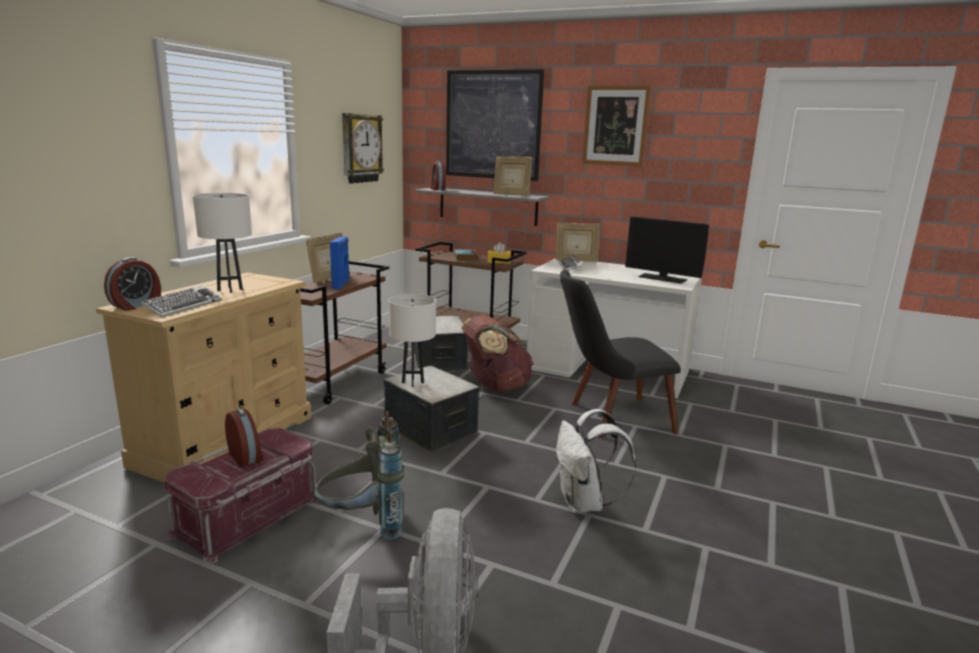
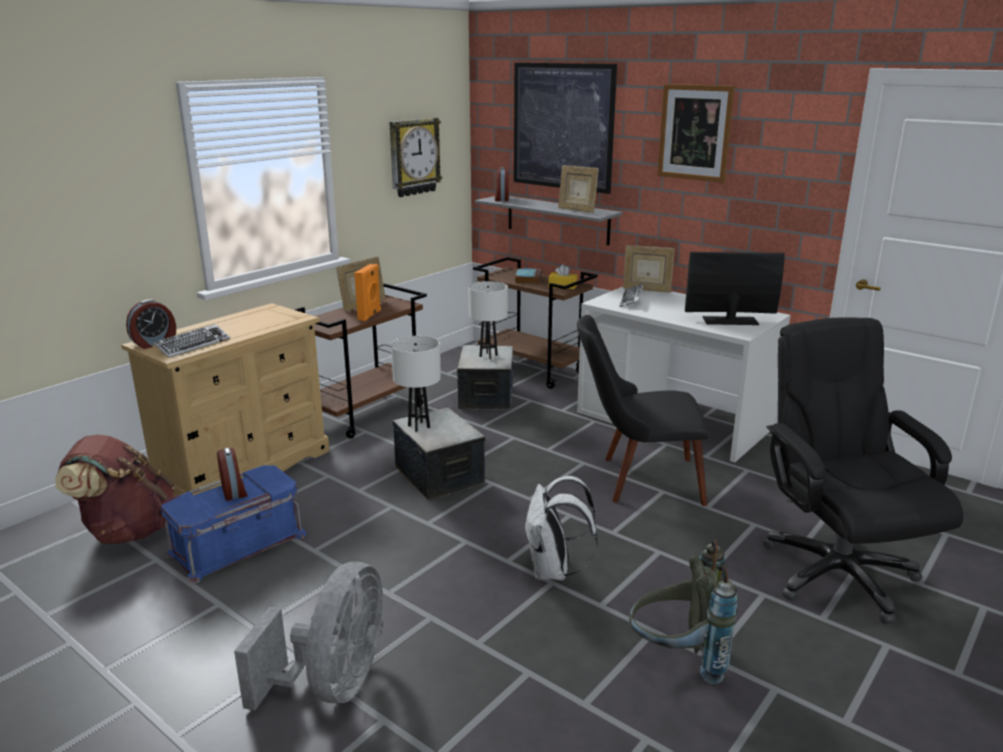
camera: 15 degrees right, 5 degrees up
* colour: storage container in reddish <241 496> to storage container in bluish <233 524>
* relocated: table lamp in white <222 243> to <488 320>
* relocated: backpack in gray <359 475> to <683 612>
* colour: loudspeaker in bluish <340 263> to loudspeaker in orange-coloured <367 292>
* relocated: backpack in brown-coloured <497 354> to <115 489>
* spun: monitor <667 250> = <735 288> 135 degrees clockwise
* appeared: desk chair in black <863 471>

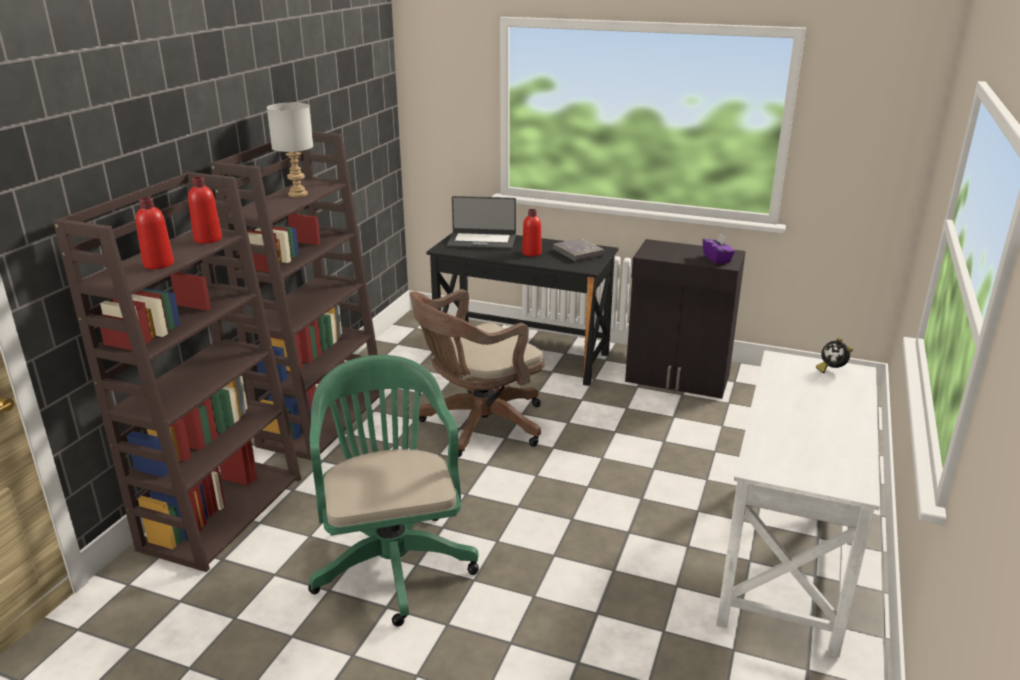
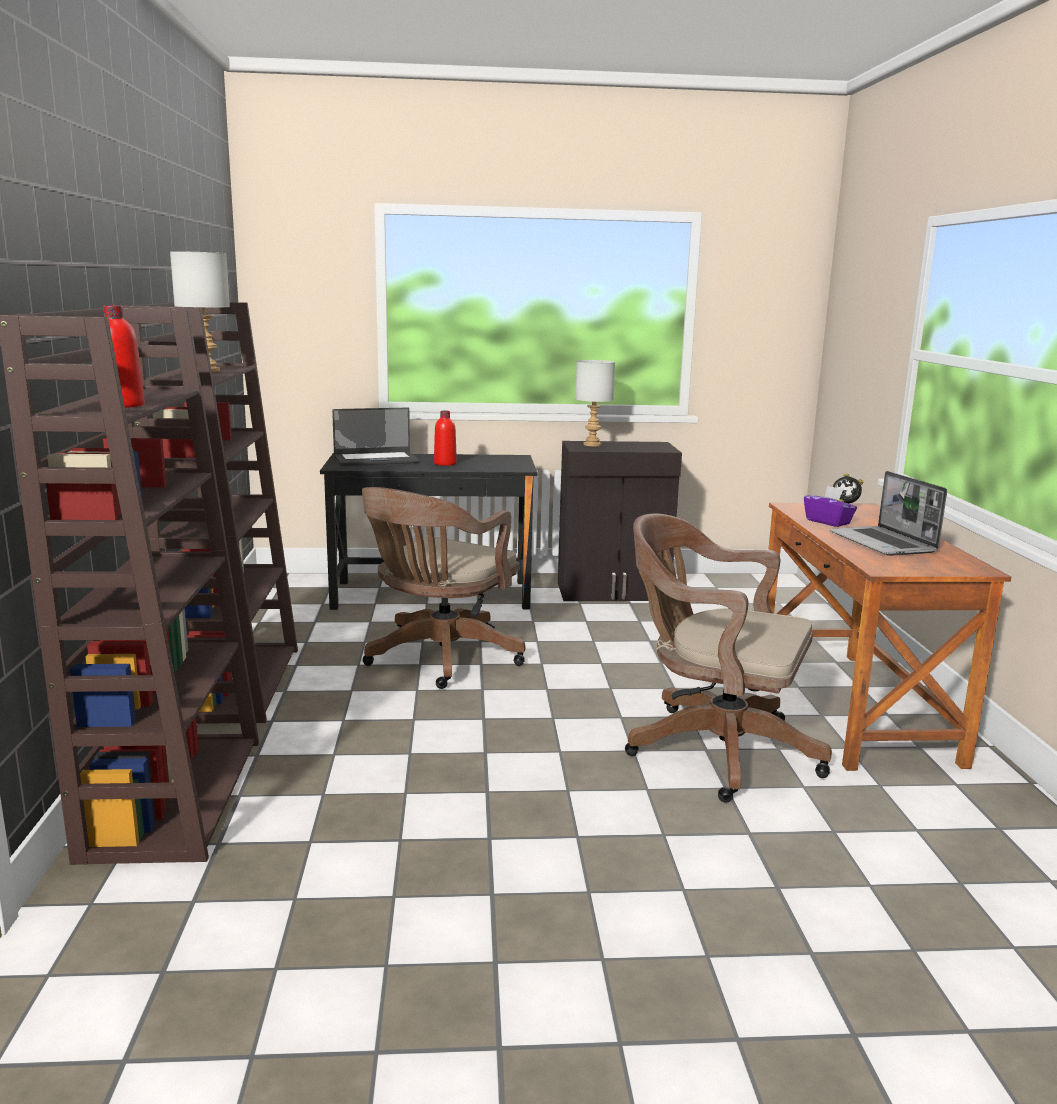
camera: 25 degrees left, 10 degrees down
* missing: beverage bottle in reddish <205 210>
* missing: desk chair in green <393 491>
* missing: book in gray <578 249>
* relocated: box of tissues in purple-coloured <719 248> to <830 506>
* colour: desk in white <798 504> to desk in brown-coloured <888 637>
* appeared: table lamp in gray <595 403>
* appeared: desk chair in brown-coloured <728 658>
* appeared: portable computer <888 513>

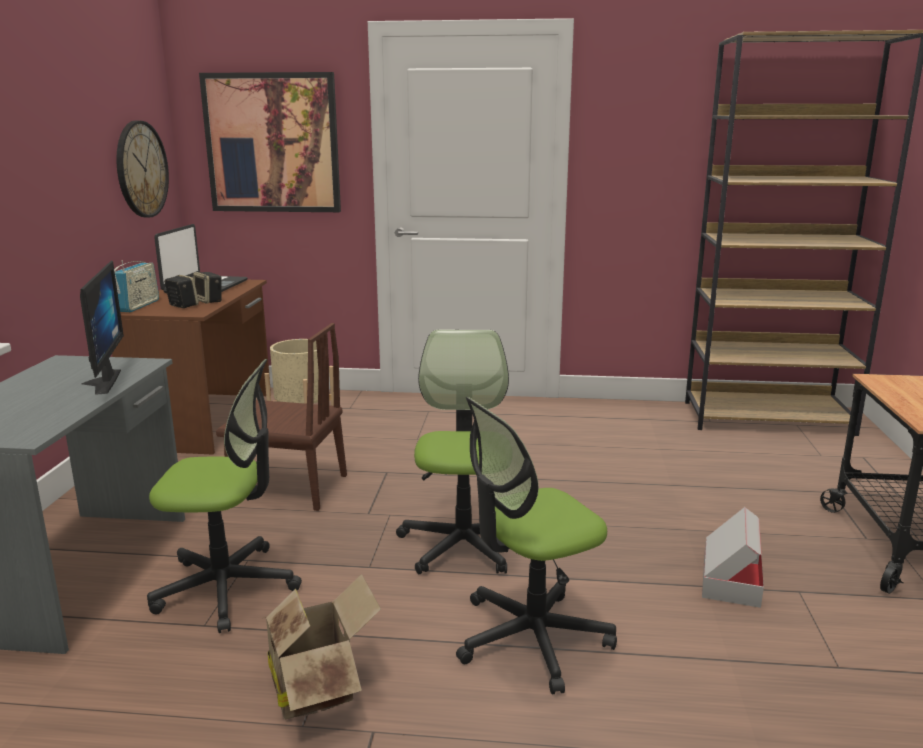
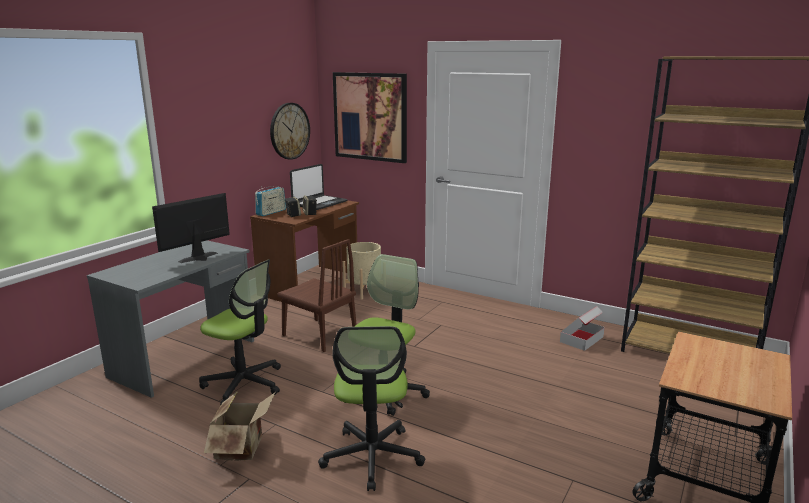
camera: 25 degrees right, 0 degrees up
* spun: monitor <102 328> = <191 228> 150 degrees counterclockwise
* spun: desk chair <536 545> = <372 408> 90 degrees counterclockwise
* relocated: carton <733 557> to <582 328>

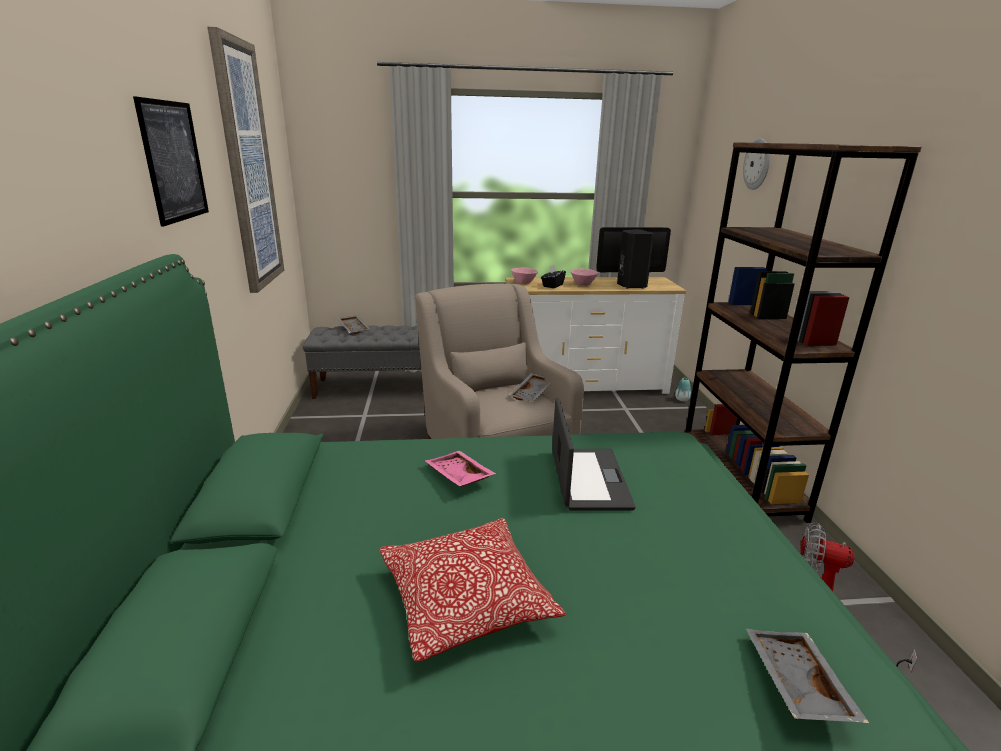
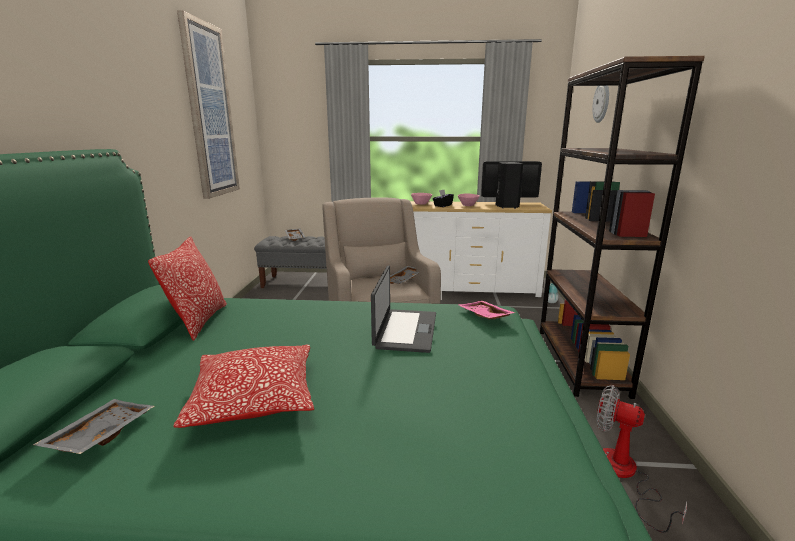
camera: 10 degrees right, 5 degrees down
* missing: wall art <171 161>
* relocated: tray in pink-coloured <460 468> to <486 310>
* relocated: tray in gray <807 676> to <94 426>
* appeared: pillow <187 289>

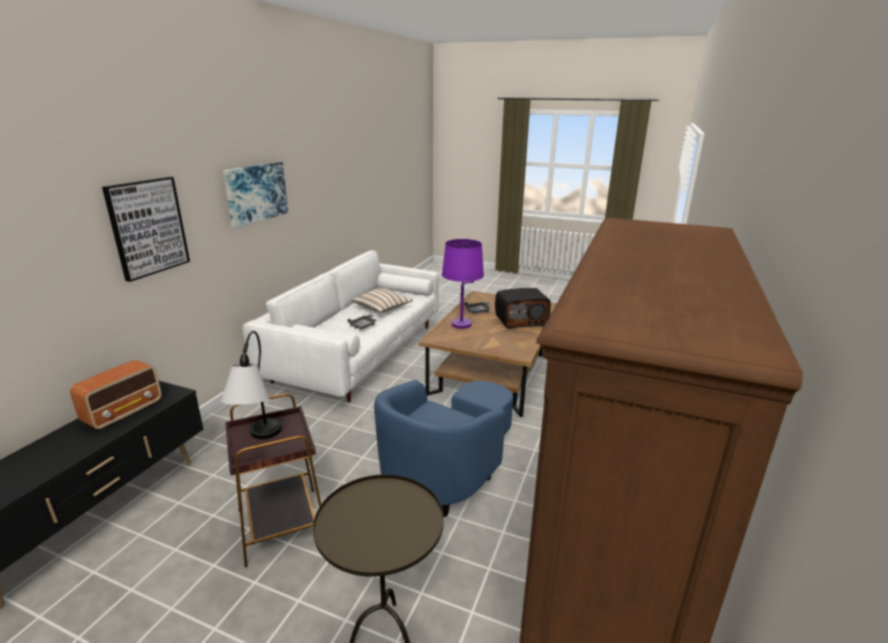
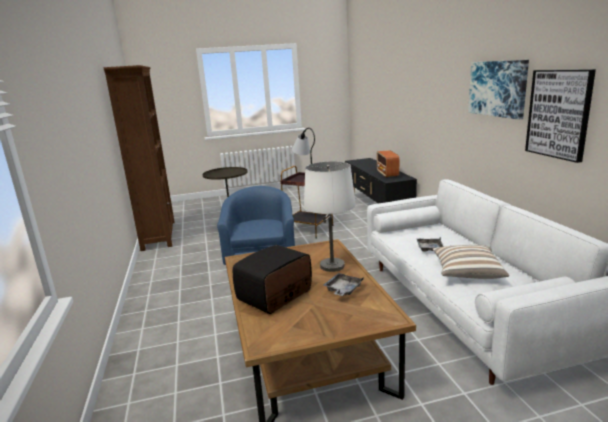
camera: 145 degrees right, 5 degrees down
* relocated: wall art <146 229> to <560 116>
* colour: table lamp in purple-coloured <463 284> to table lamp in white <330 216>

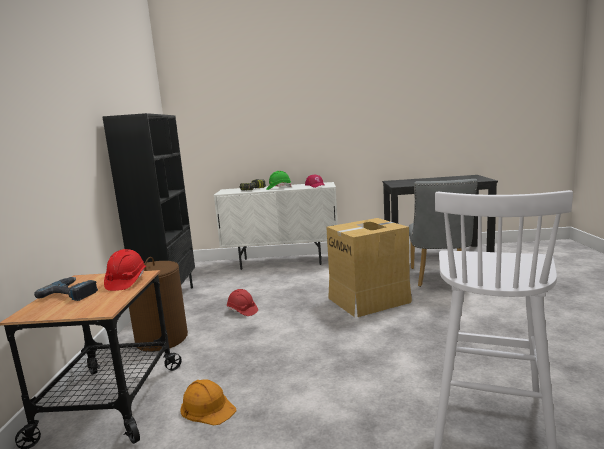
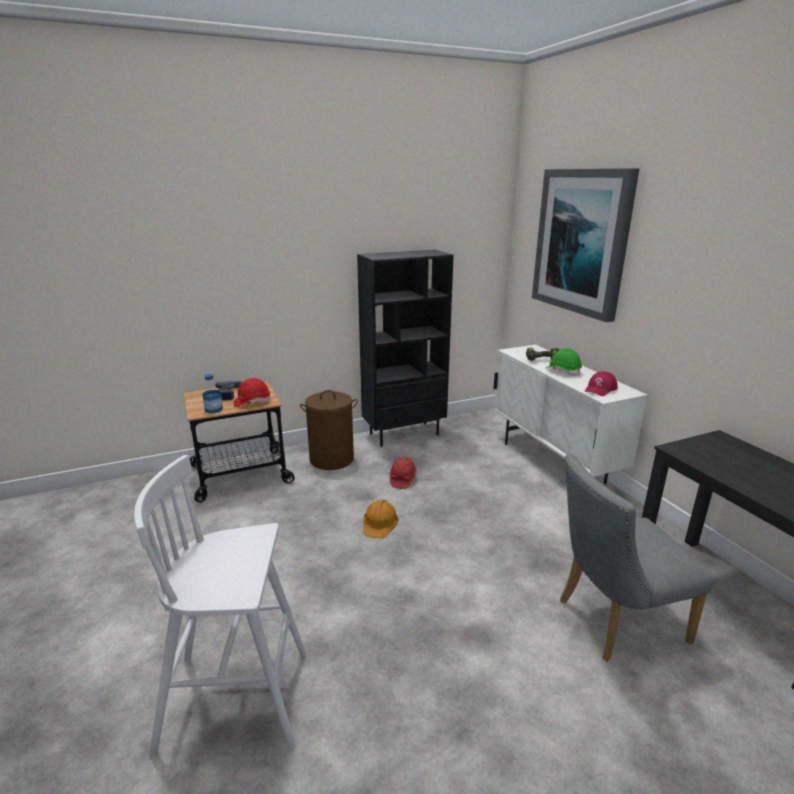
camera: 65 degrees right, 10 degrees up
* relocated: hard hat in orange-coloured <208 402> to <381 519>
* missing: carton <369 267>
* appeared: beverage bottle <212 393>
* appeared: wall art <585 245>

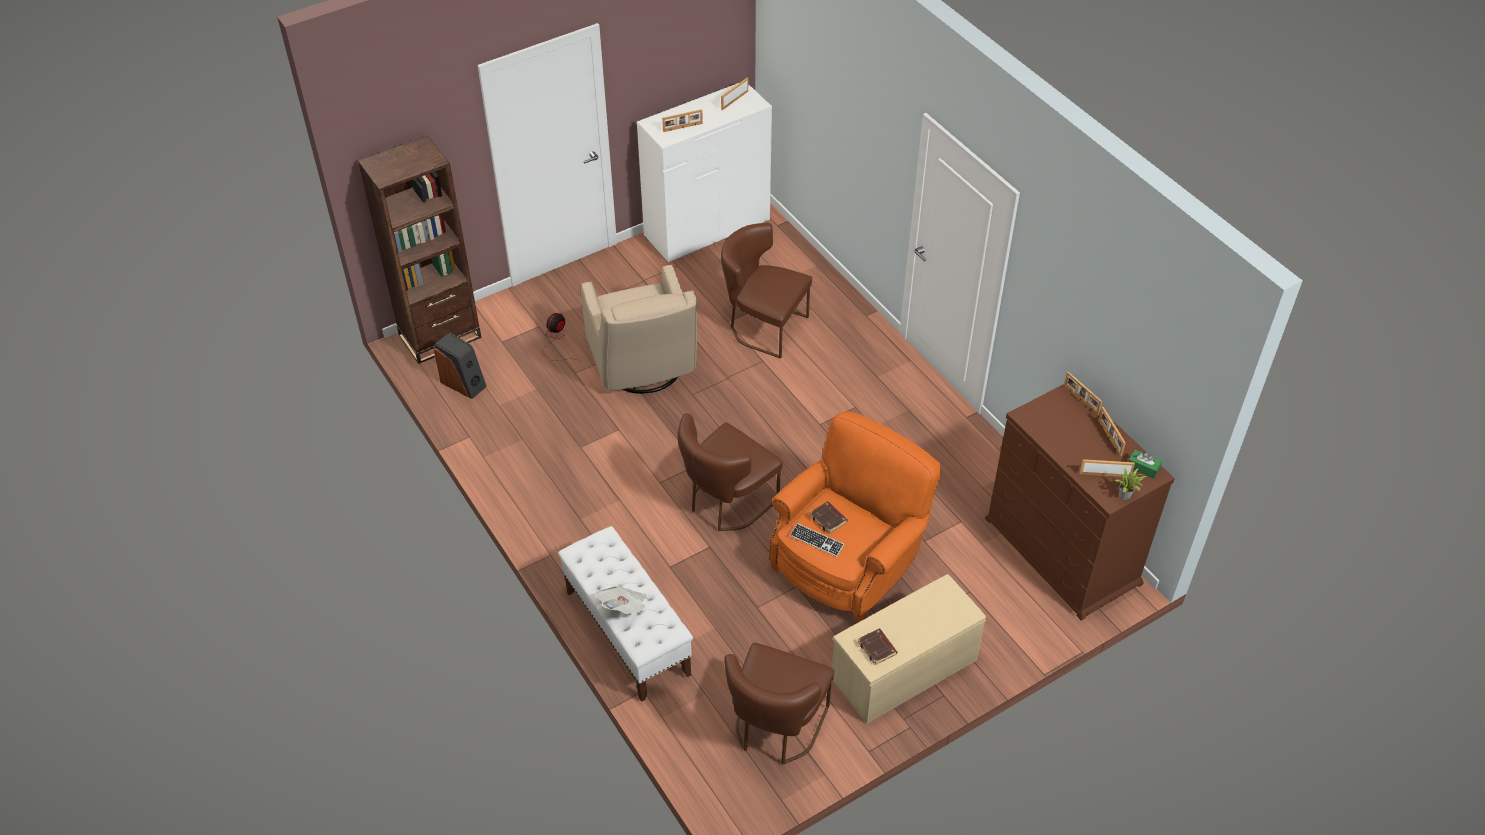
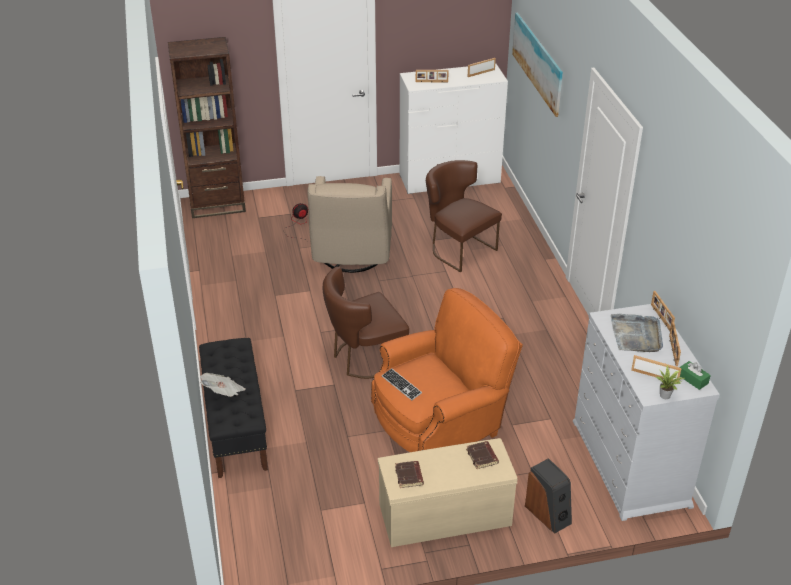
camera: 20 degrees right, 10 degrees down
* relocated: loudspeaker <460 365> to <548 496>
* colour: long seat in white <625 614> to long seat in black <233 408>
* missing: chair in brown-coloured <779 704>
* relocated: book in brown-coloured <828 517> to <482 455>
* colour: dresser in brown-coloured <1080 502> to dresser in white <646 412>
* appeared: wall art <537 65>
* appeared: tray in gray <637 333>

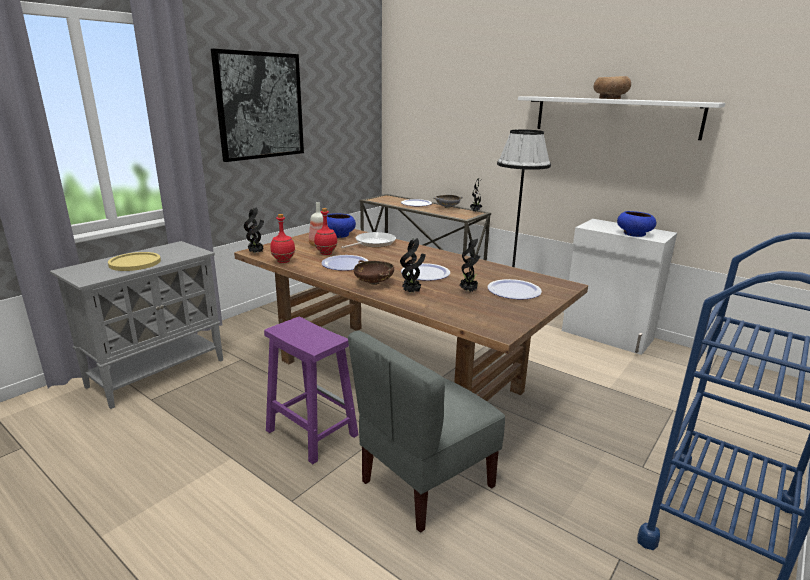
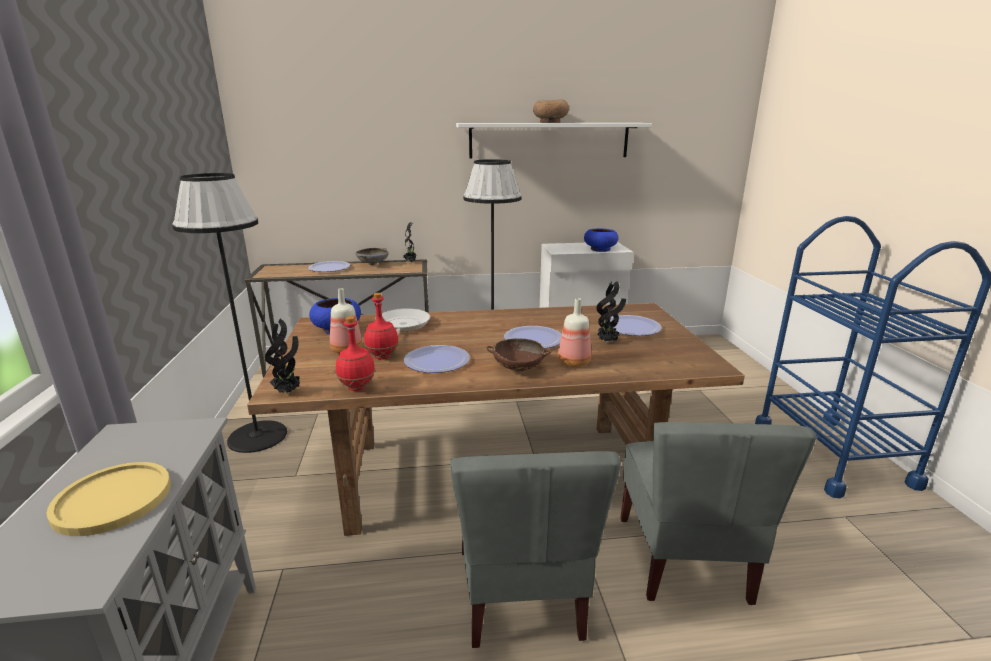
camera: 45 degrees left, 0 degrees up
* missing: wall art <257 105>
* exchanged: sitting stool in purple-coloured <311 390> to chair in gray <535 549>
* exchanged: plant in a pot <413 265> to beverage bottle <574 332>
* appeared: floor lamp in black <229 313>

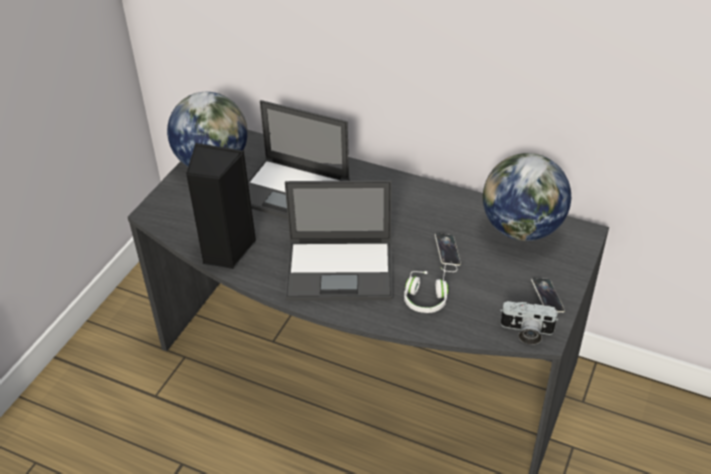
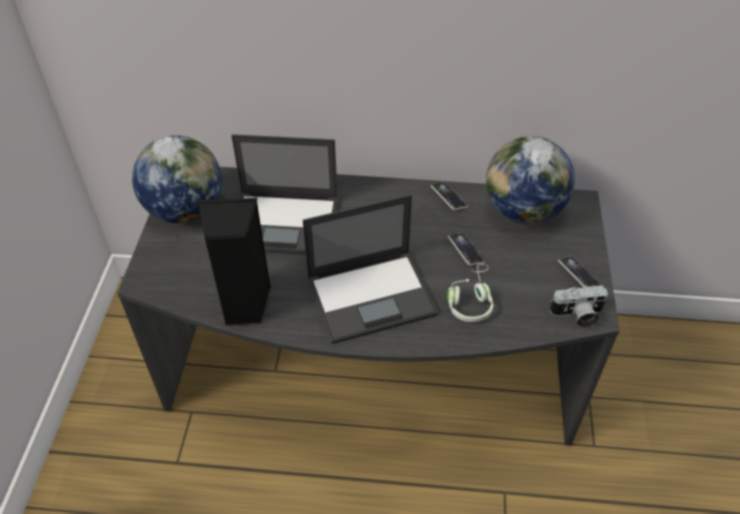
camera: 20 degrees left, 5 degrees up
* appeared: handset <449 196>

